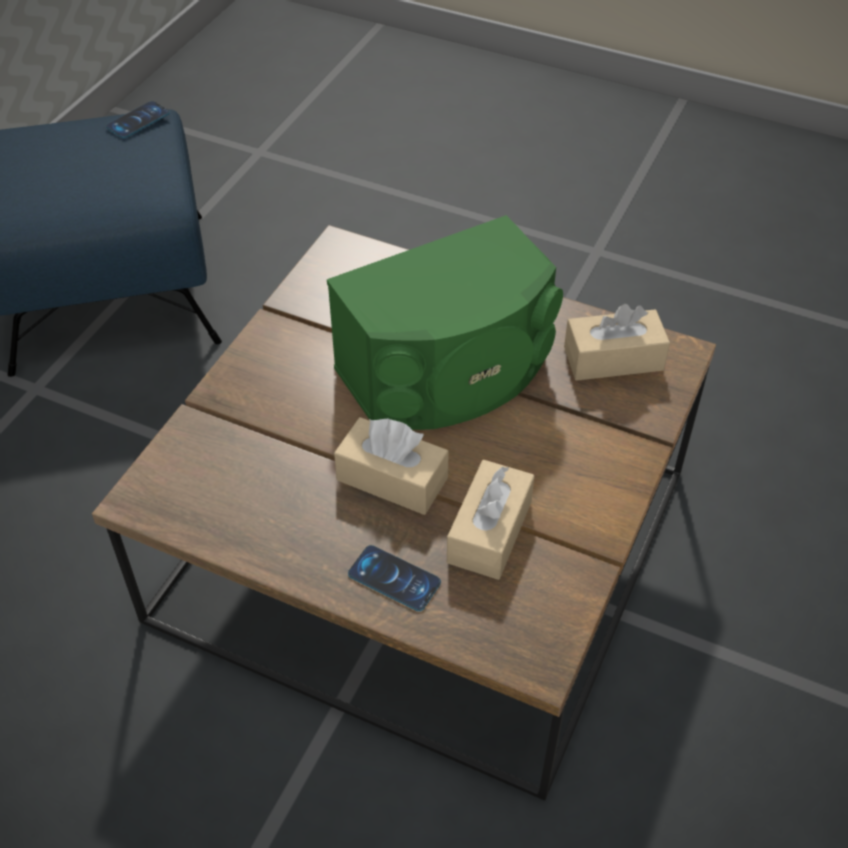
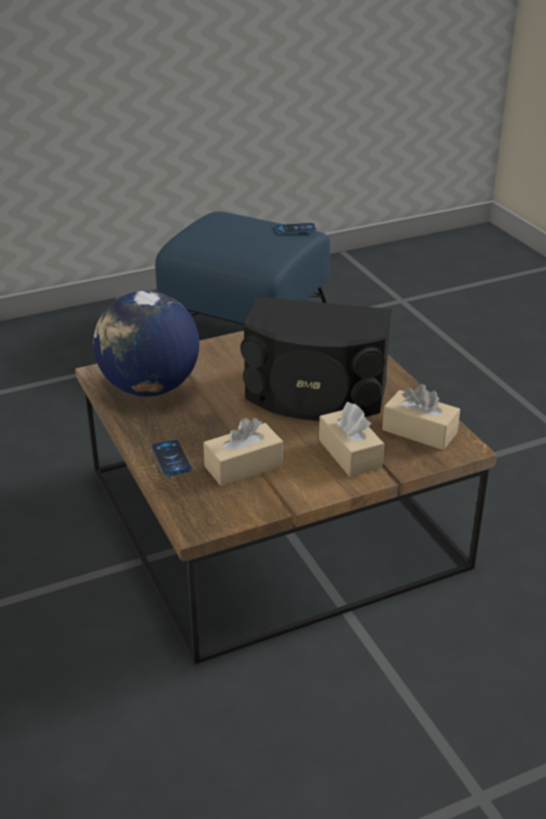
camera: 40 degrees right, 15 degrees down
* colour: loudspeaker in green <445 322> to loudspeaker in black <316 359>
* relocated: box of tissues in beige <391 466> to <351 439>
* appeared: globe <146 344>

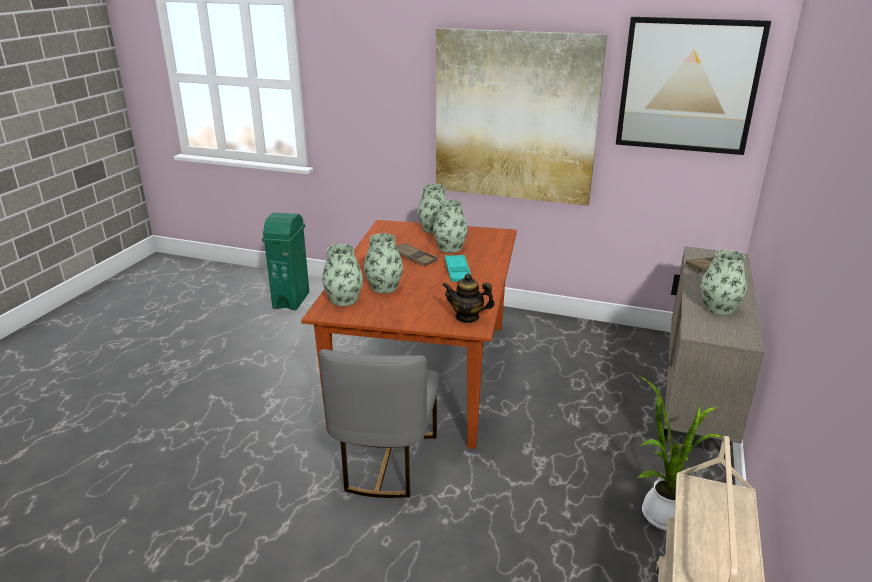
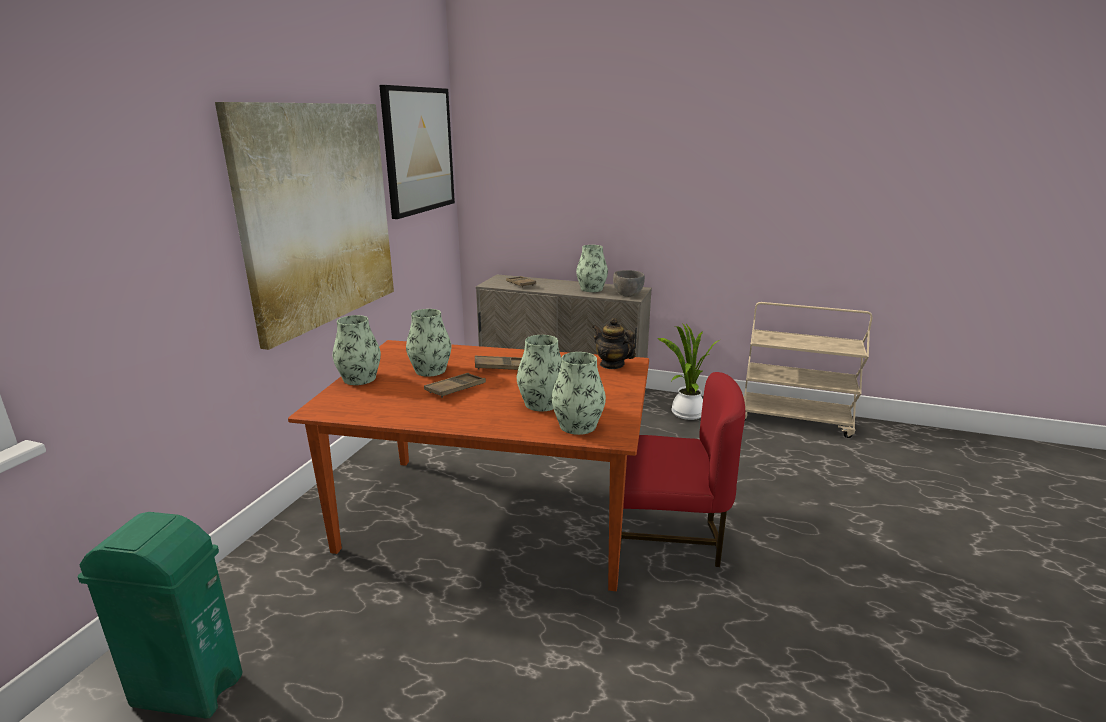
camera: 90 degrees left, 5 degrees down
* colour: chair in gray <379 423> to chair in reddish <682 469>
* spun: pot for tea <468 298> = <614 343> 120 degrees clockwise
* colour: tray in turquoise-coloured <458 268> to tray in brown-coloured <498 363>
* appeared: deep dish in gray <629 283>

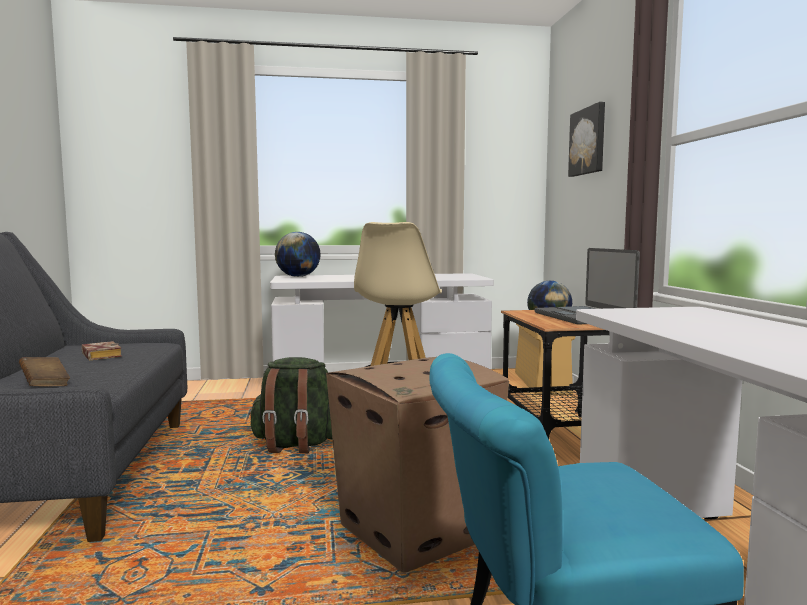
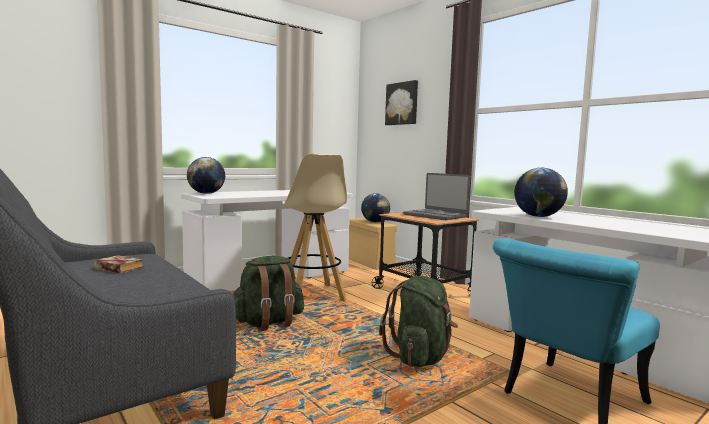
camera: 30 degrees left, 0 degrees up
* missing: book in brown-coloured <44 371>
* exchanged: carton <417 465> to backpack in green <418 321>
* appeared: globe <541 192>

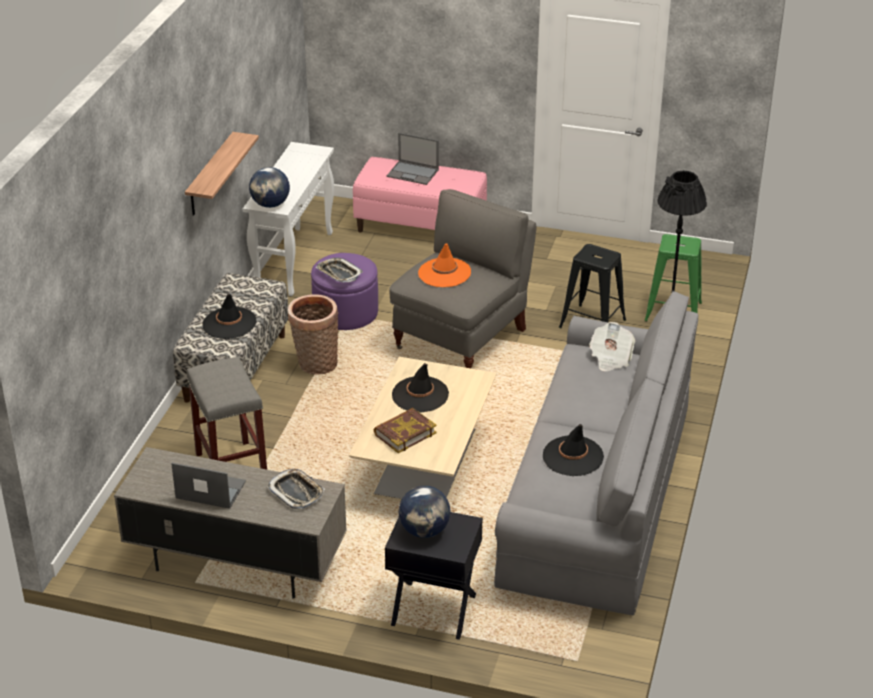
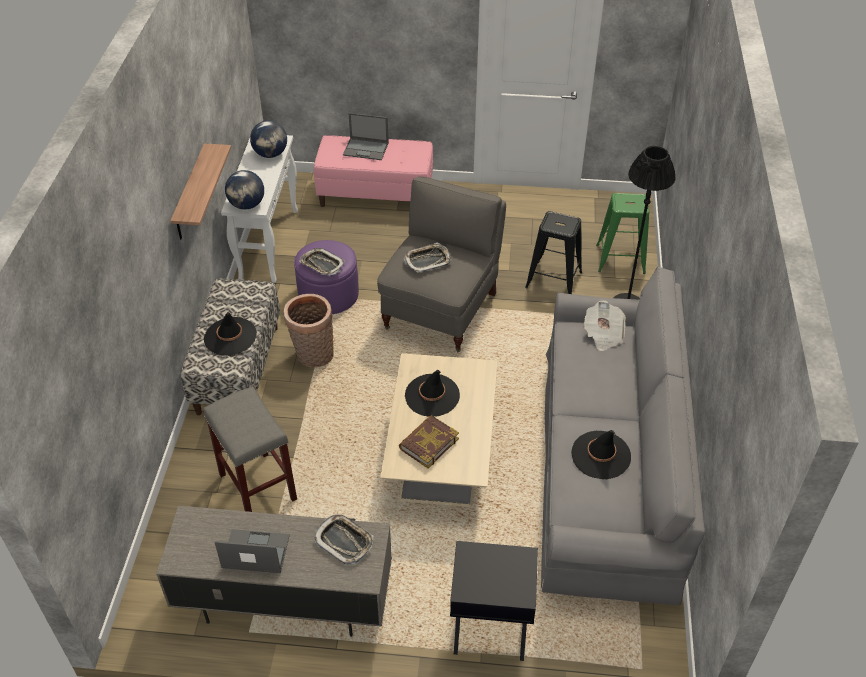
camera: 10 degrees left, 10 degrees up
* relocated: globe <424 512> to <268 139>
* exchanged: hat in orange-coloured <444 265> to tray <427 258>

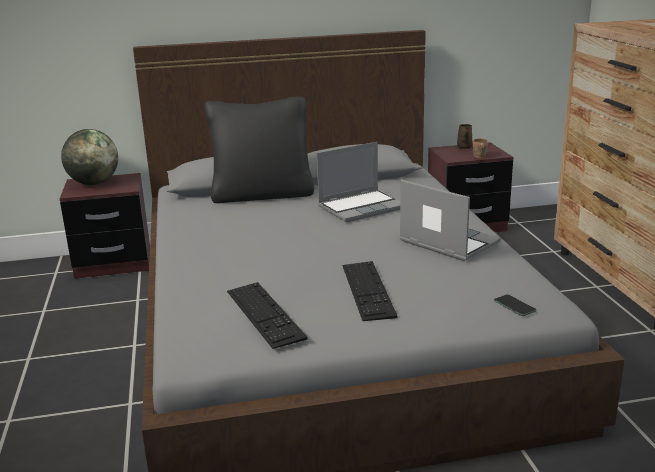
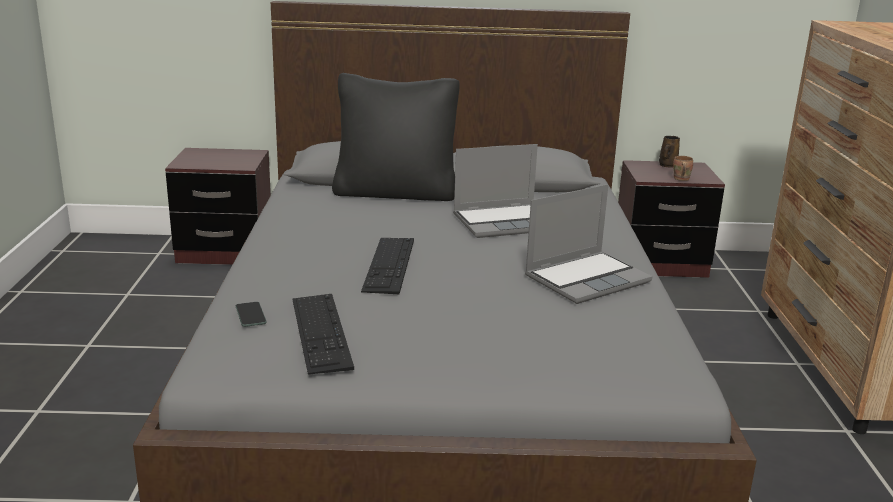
camera: 10 degrees right, 0 degrees up
* missing: globe <89 157>
* relocated: keyboard <369 291> to <387 266>
* spun: portable computer <450 220> = <589 244> 90 degrees clockwise
* relocated: handset <515 305> to <251 314>

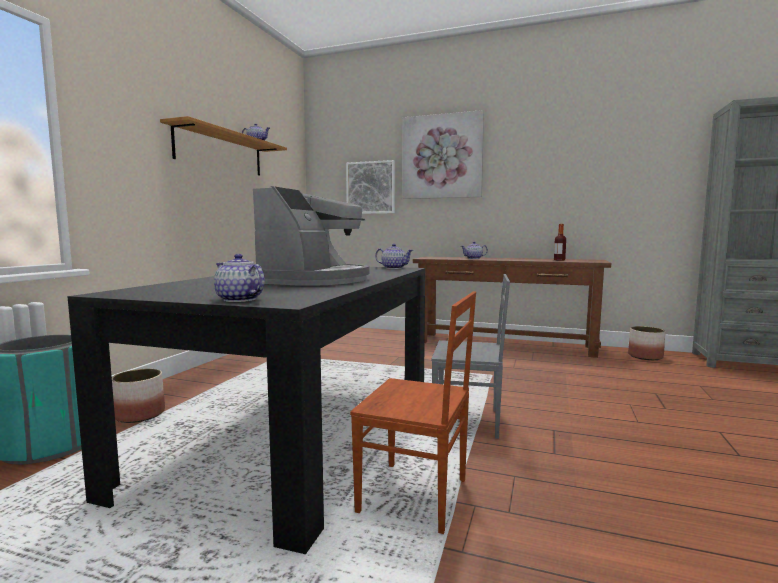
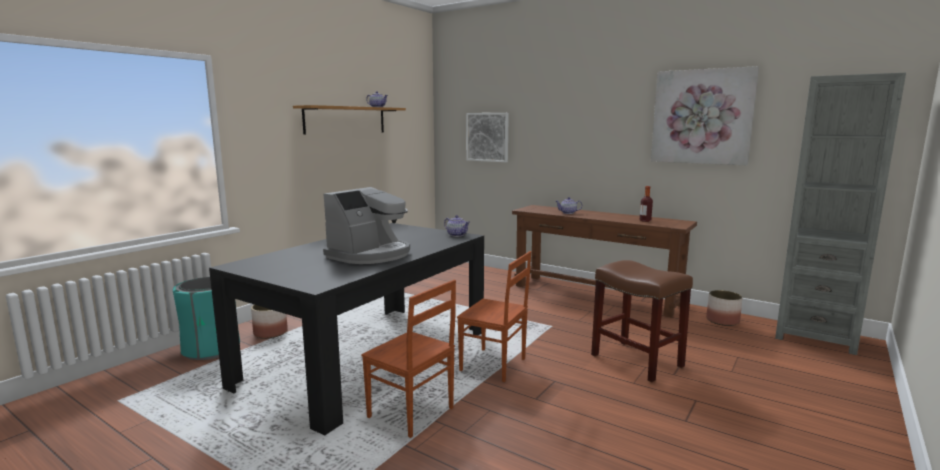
camera: 15 degrees right, 5 degrees up
* missing: pot for tea <239 278>
* relocated: wall art <443 154> to <705 115>
* colour: chair in gray <470 356> to chair in brown-coloured <494 316>
* appeared: sitting stool in brown-coloured <642 321>

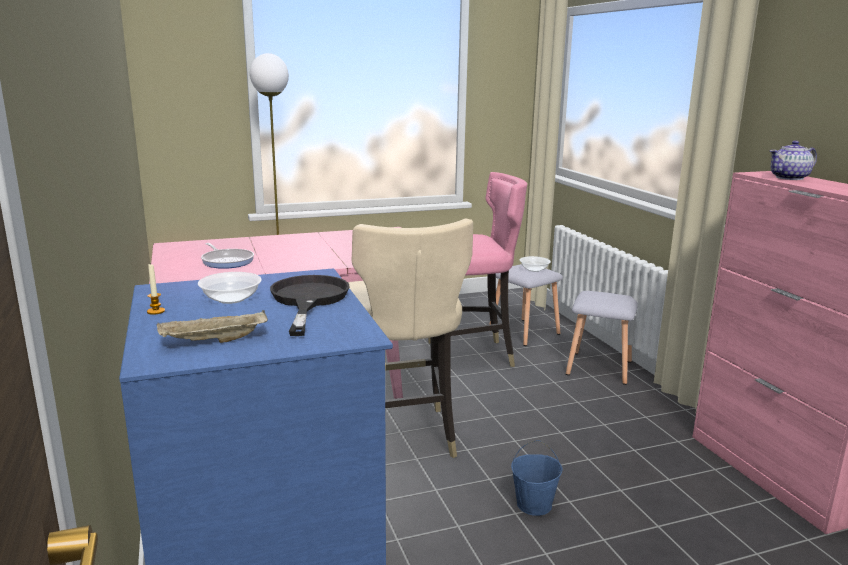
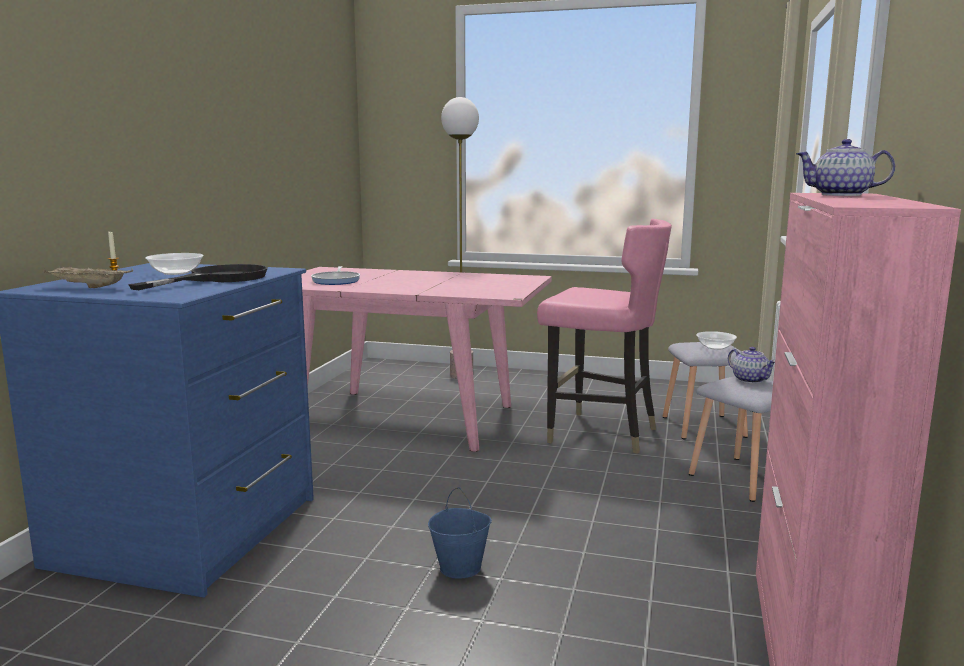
camera: 35 degrees right, 5 degrees down
* missing: chair in beige <410 338>
* appeared: pot for tea <751 365>

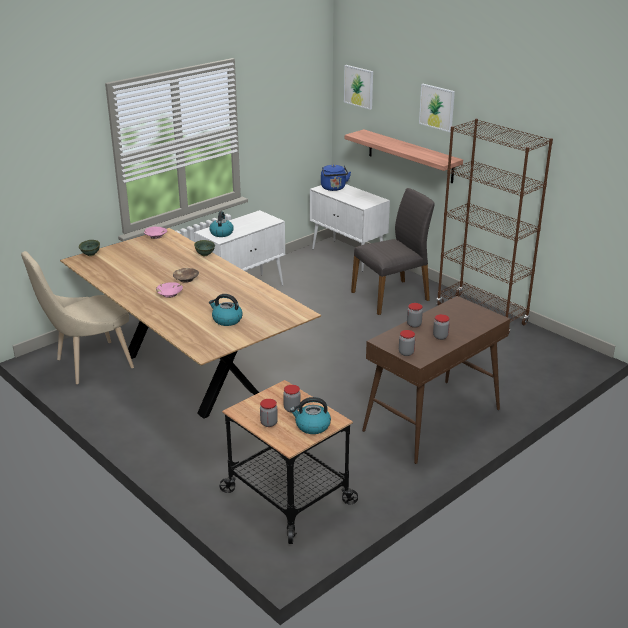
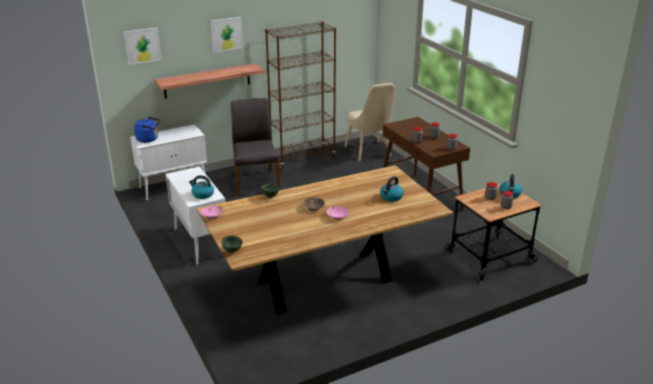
camera: 75 degrees left, 0 degrees up
* relocated: chair in beige <77 317> to <369 122>

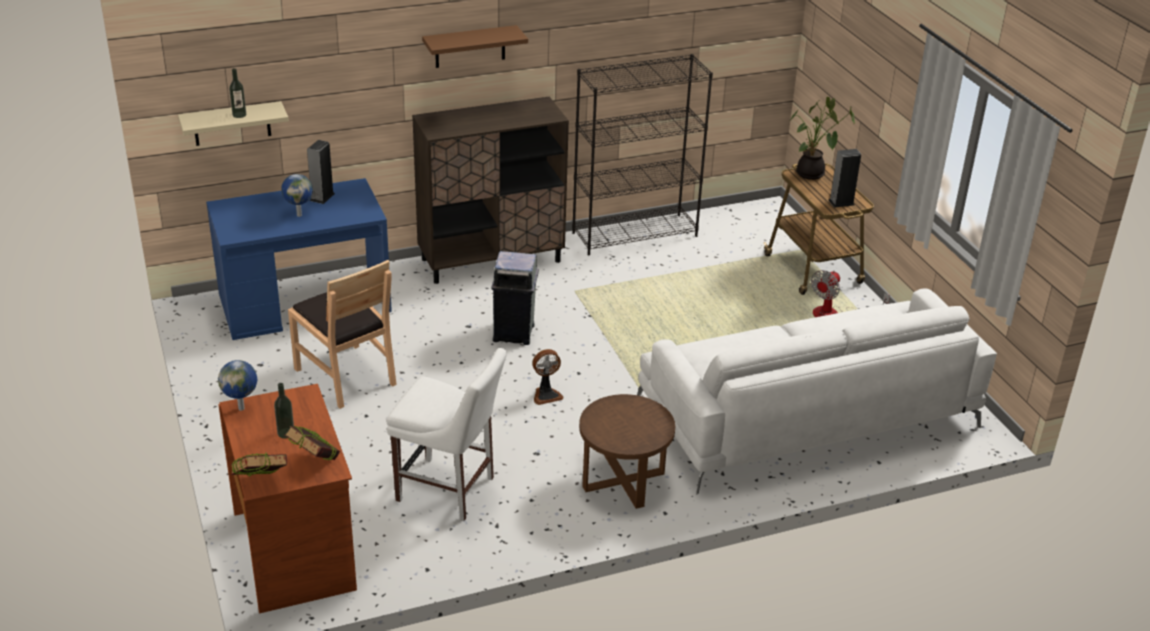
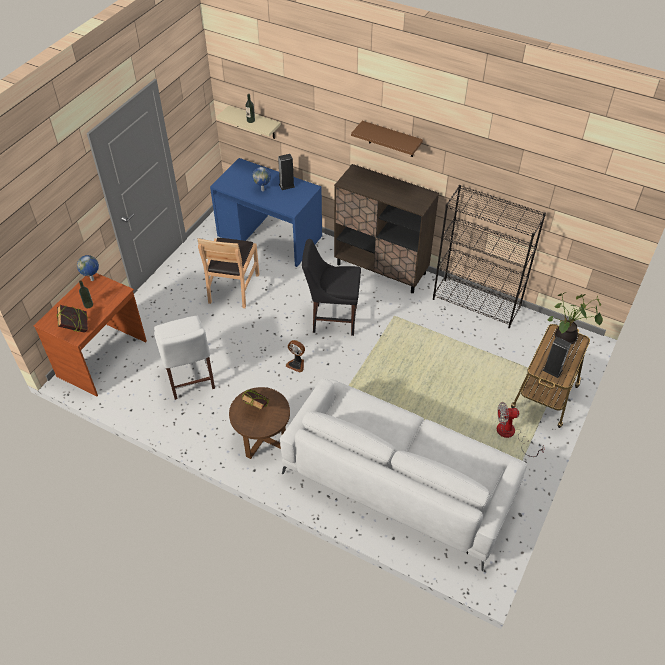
camera: 50 degrees right, 15 degrees up
* relocated: book <258 464> to <255 399>
* exchanged: trash can in gray <515 298> to chair in black <331 287>

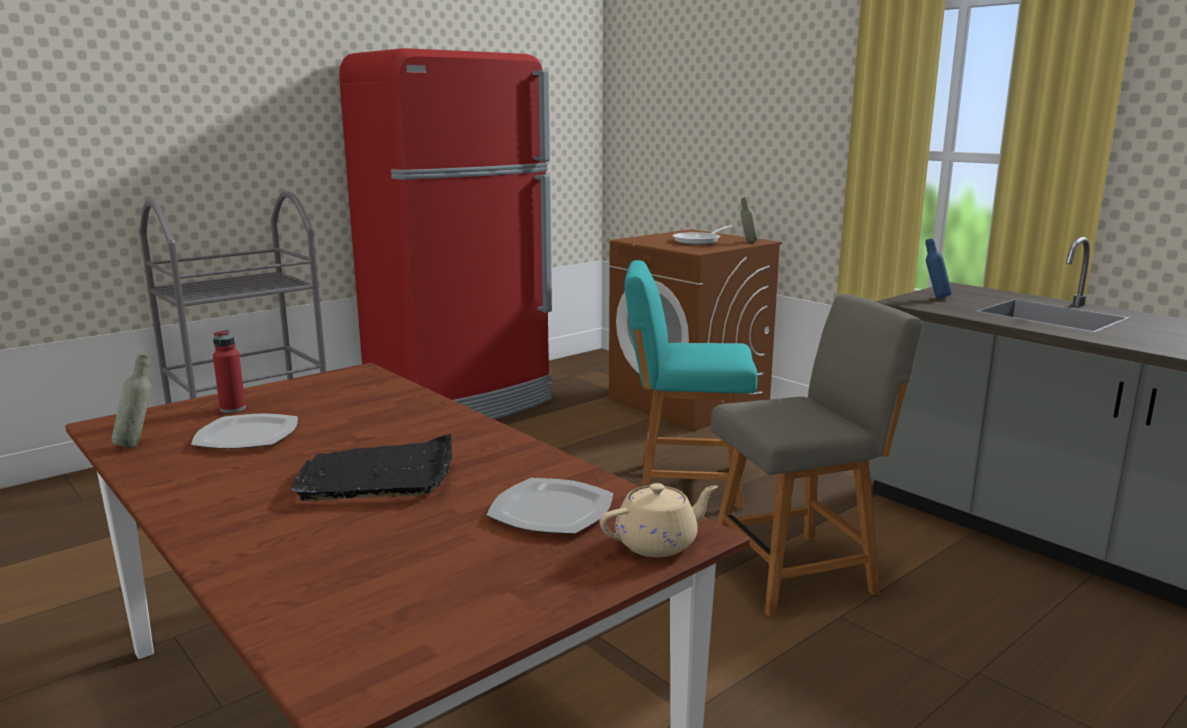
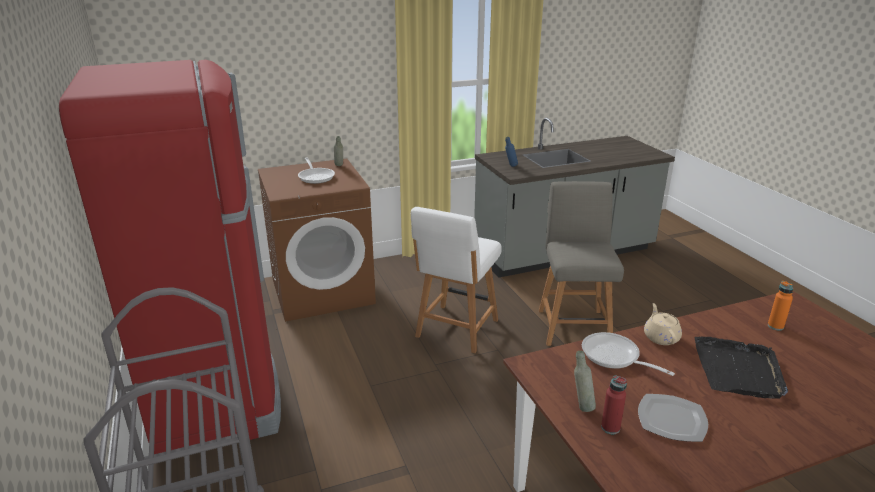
camera: 70 degrees left, 10 degrees up
* relocated: beverage bottle in gray <131 401> to <585 381>
* exchanged: flat dish <549 506> to beverage bottle in orange-coloured <780 305>
* relocated: pot for tea in beige <659 520> to <663 324>
* colour: chair in turquoise-coloured <691 384> to chair in white <456 280>
* appeared: frying pan <628 354>

